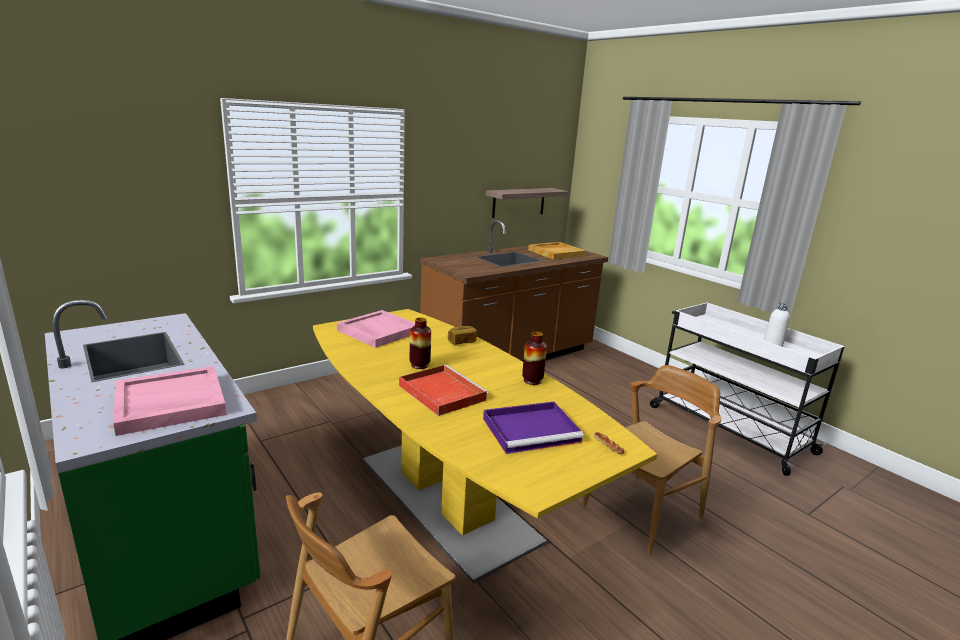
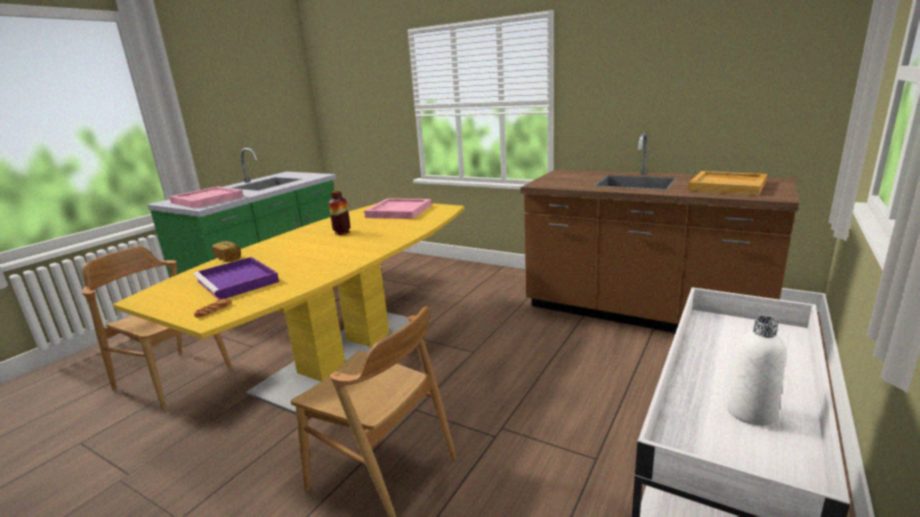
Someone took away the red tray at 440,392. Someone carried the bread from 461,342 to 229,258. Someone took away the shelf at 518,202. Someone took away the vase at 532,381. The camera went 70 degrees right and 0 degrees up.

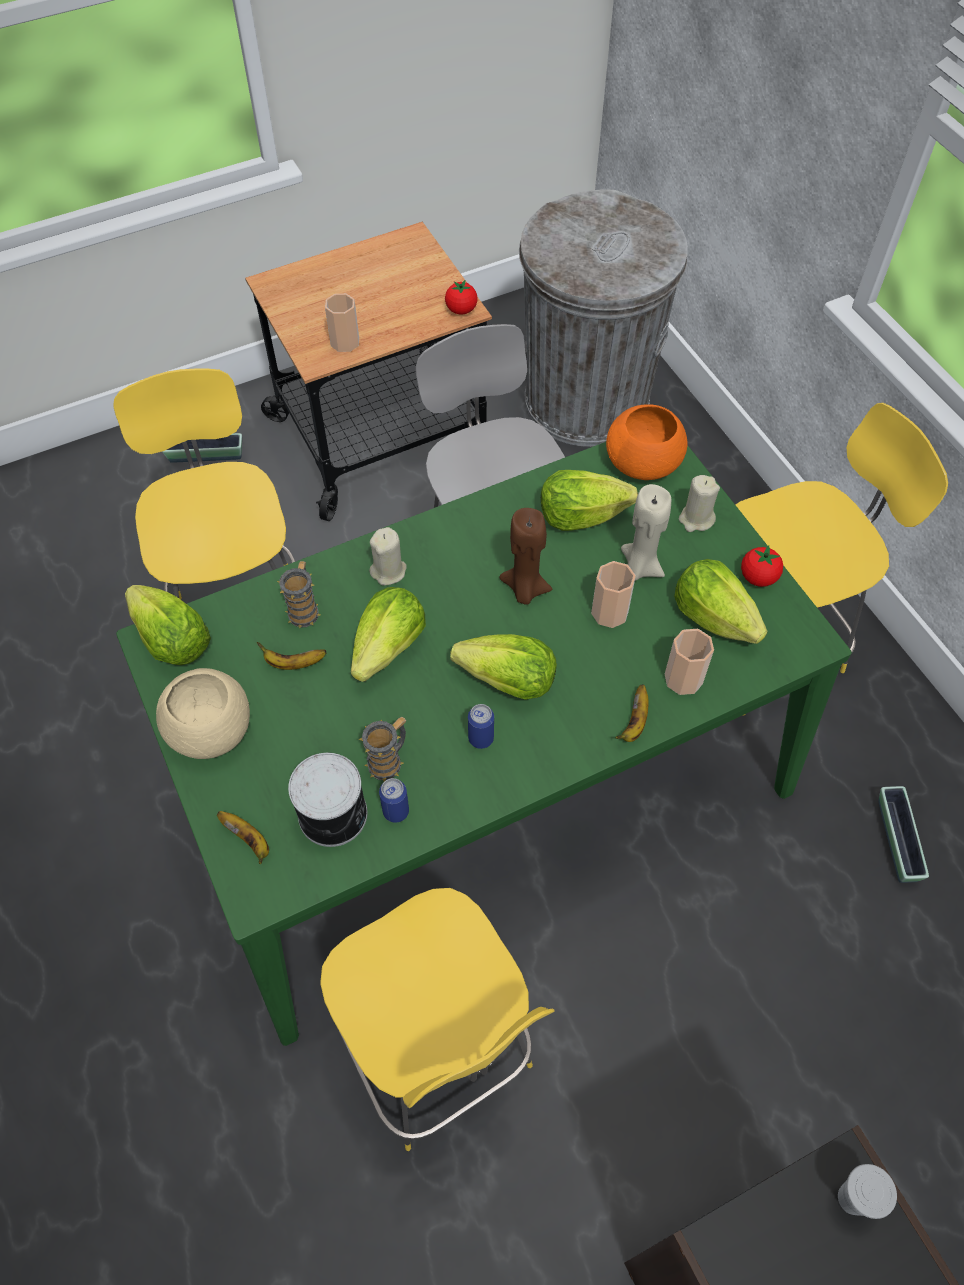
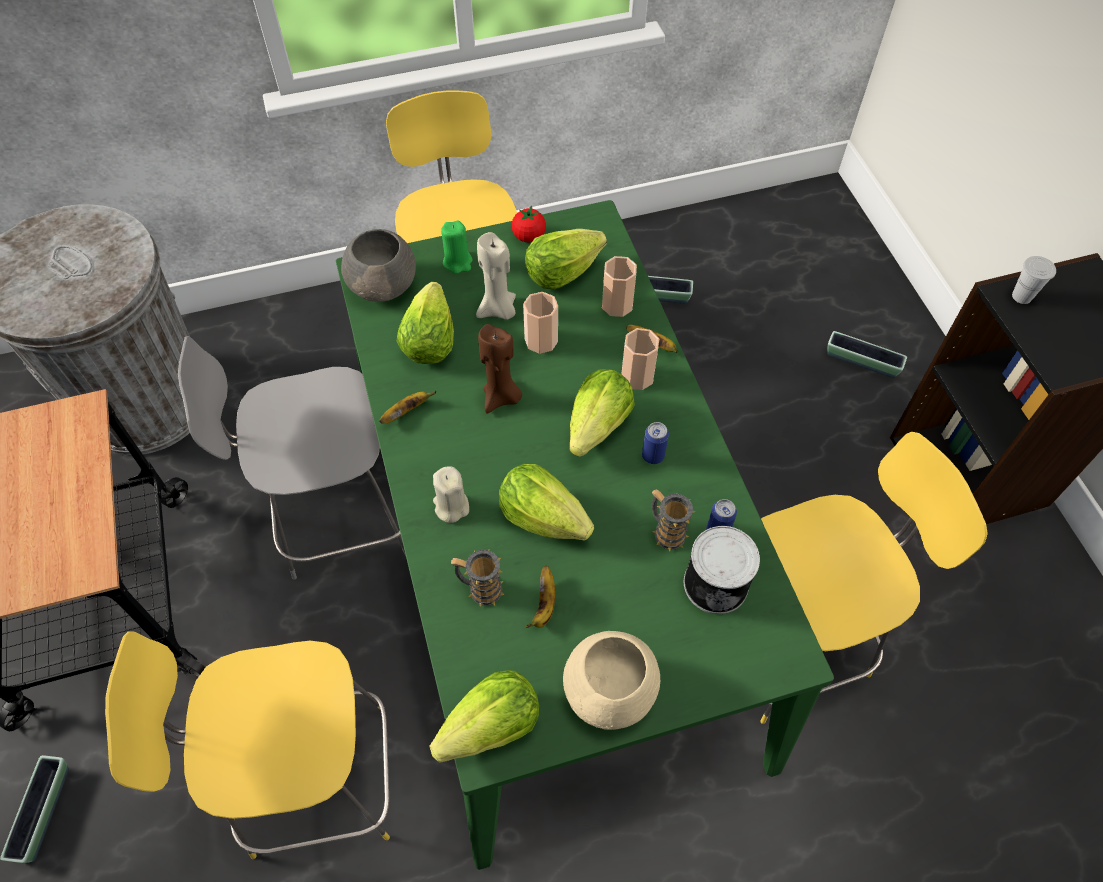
Someone carried the banana from 249,840 to 406,412. Someone carried the cup from 345,342 to 637,376. Someone took away the tomato at 461,309. Someone repainted the orange bowl at 644,463, which became the grey bowl at 384,284. Someone repainted the beige candle at 696,519, which became the green candle at 458,262. Someone put down the planter at 862,361. The camera went 80 degrees left and 0 degrees up.

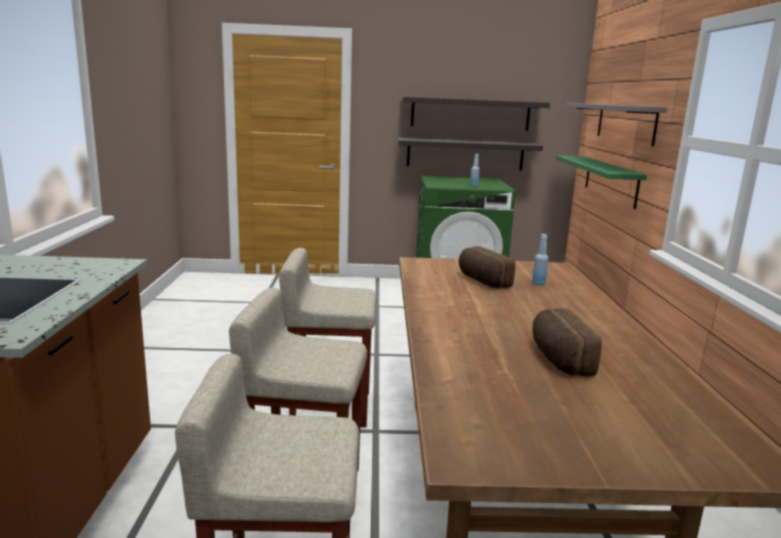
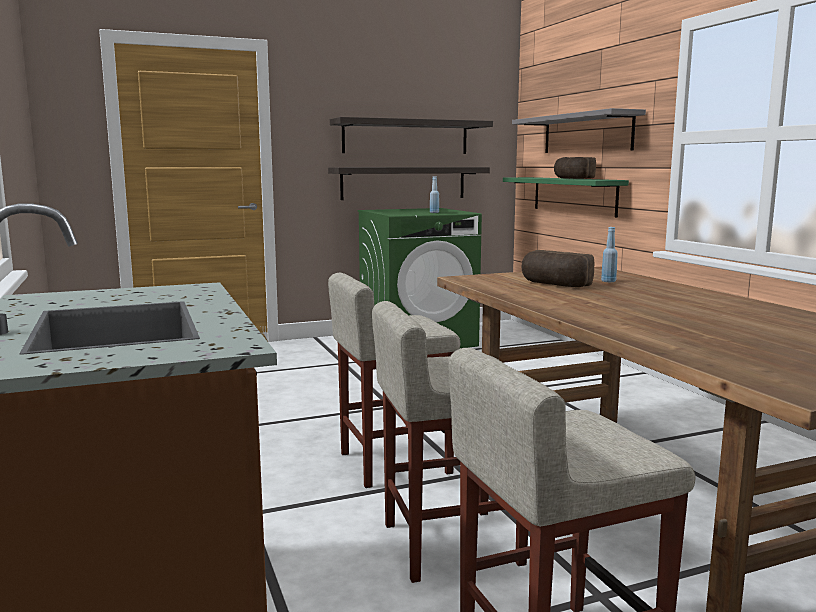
Someone carried the bread from 558,359 to 572,178. The camera went 20 degrees left and 5 degrees down.

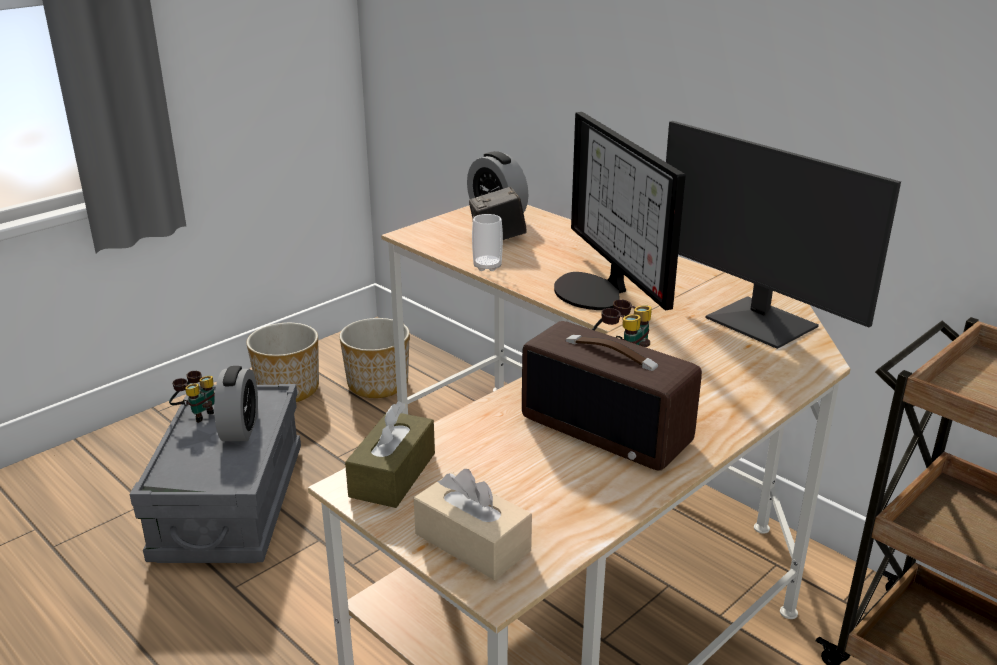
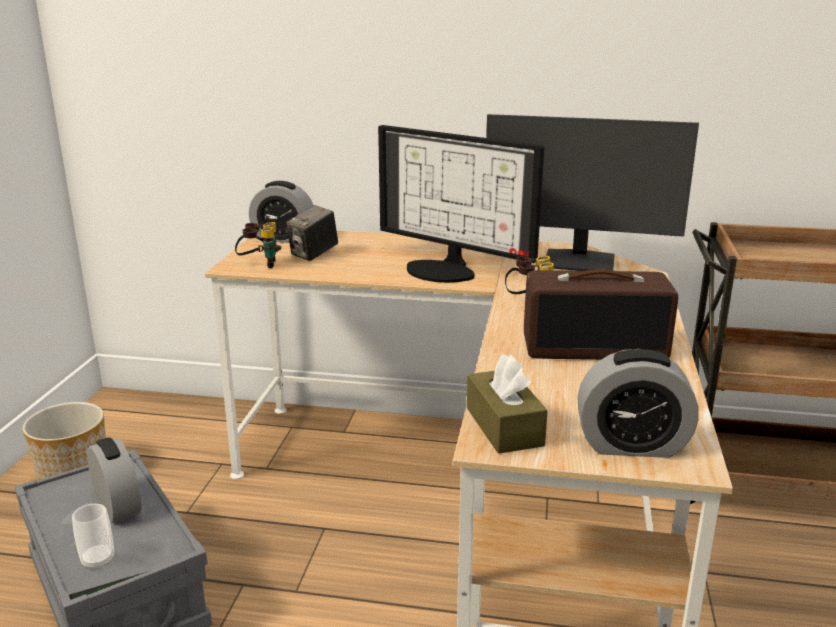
Someone carried the binoculars from 196,414 to 259,265. Someone took away the planter at 377,384. Someone swapped the beige tissue box at 472,542 for the alarm clock at 631,445. Someone carried the cup from 487,266 to 98,560. The camera went 35 degrees left and 5 degrees down.

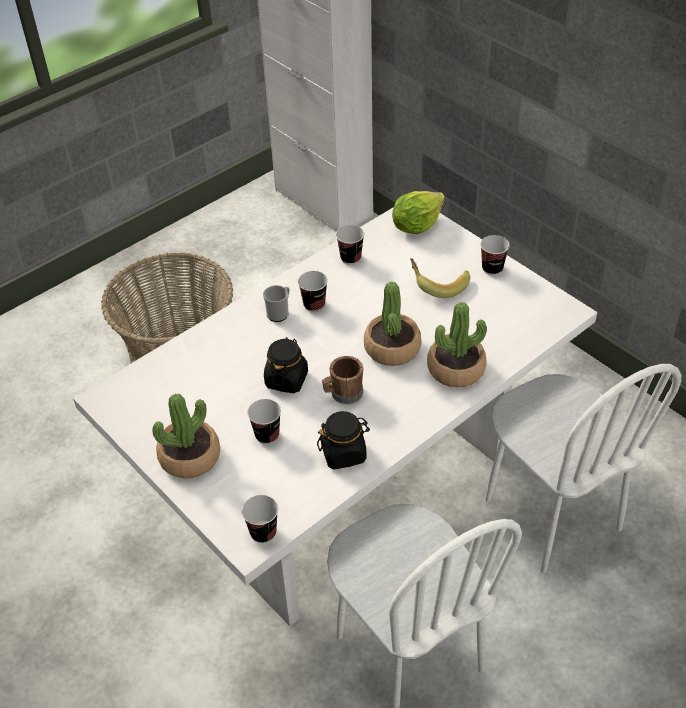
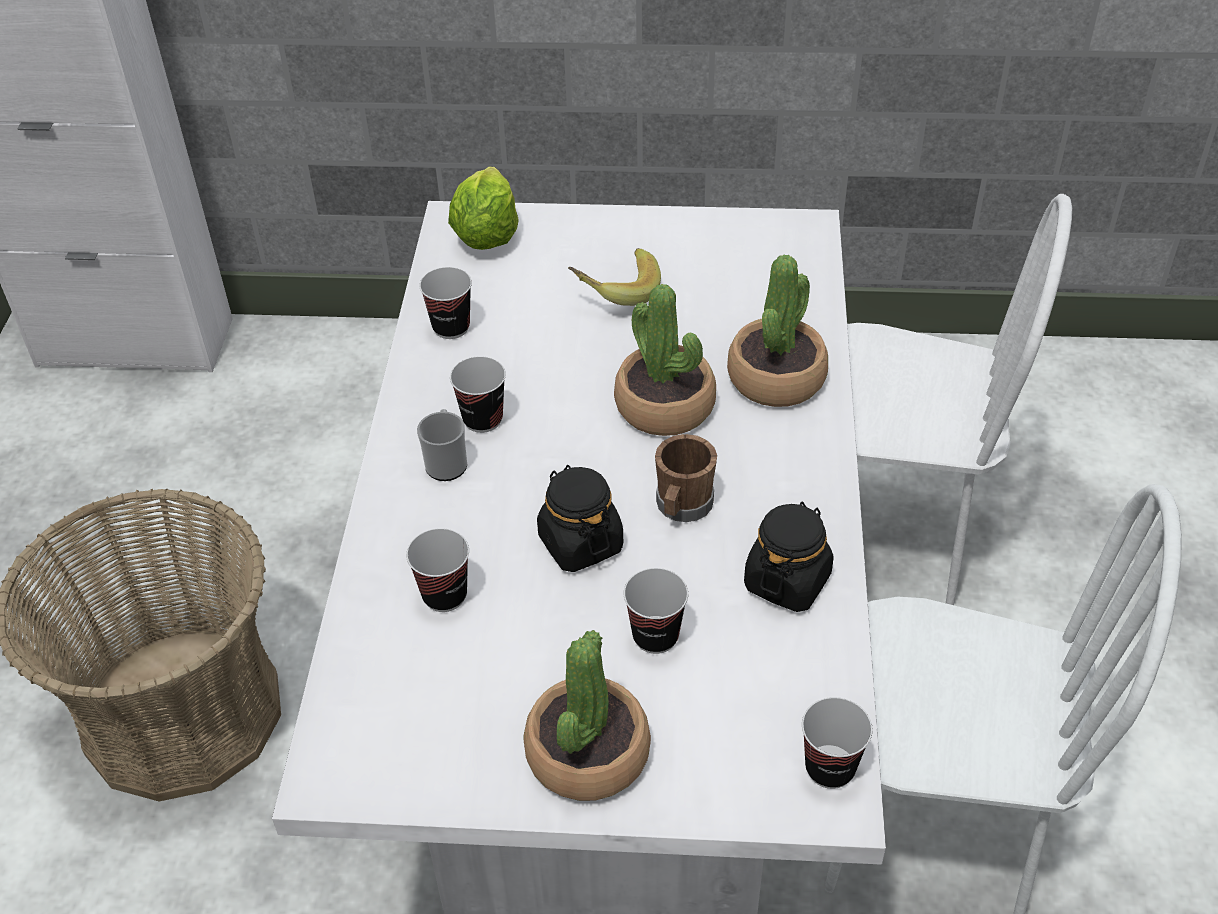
Someone carried the cup from 492,268 to 444,595. The camera went 45 degrees left and 0 degrees up.

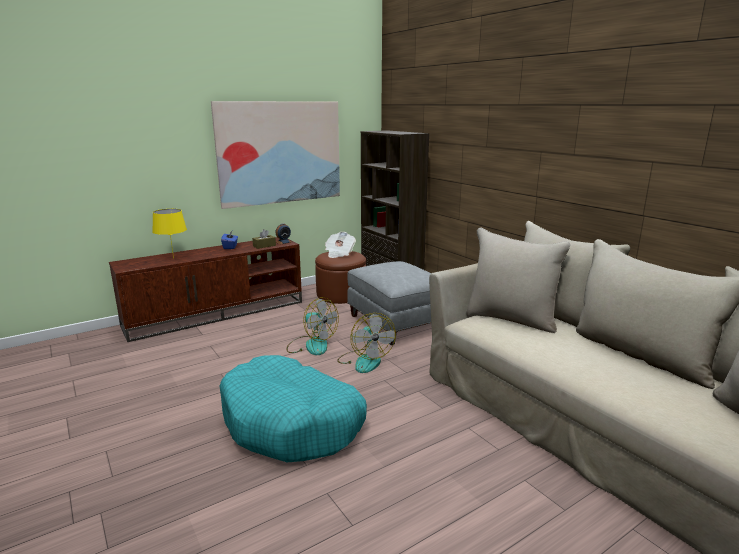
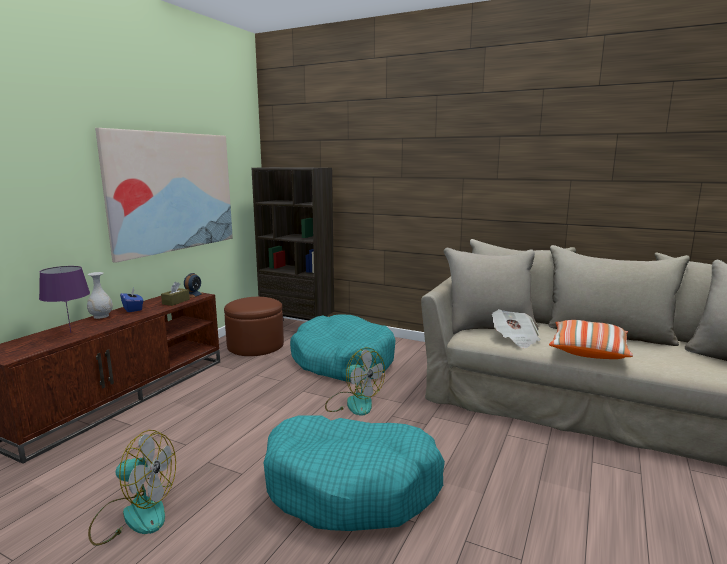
Someone repainted the yellow table lamp at 174,258, which became the purple table lamp at 71,333. Someone carried the fan from 311,345 to 134,515. Someone carried the newspaper from 339,253 to 515,339. Someone swapped the grey ottoman at 396,323 for the turquoise dog bed at 343,361. Someone put down the white vase at 101,316. Someone put down the pillow at 588,350. The camera went 30 degrees left and 5 degrees down.

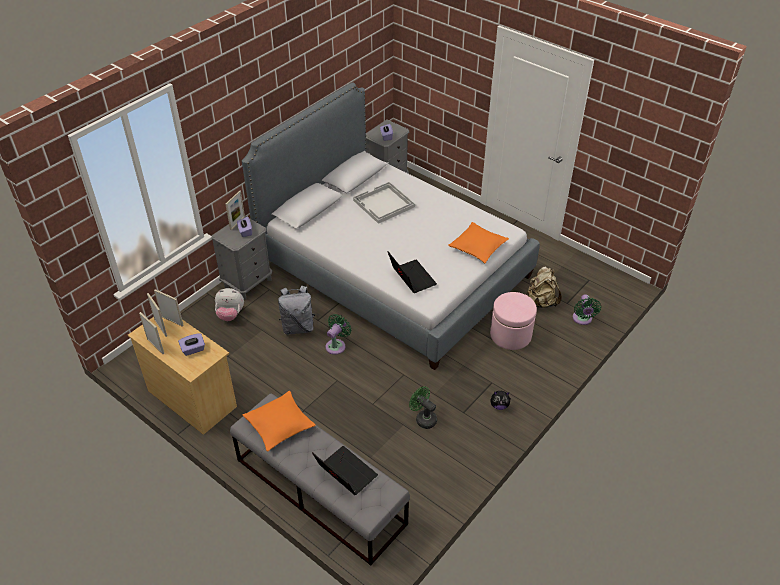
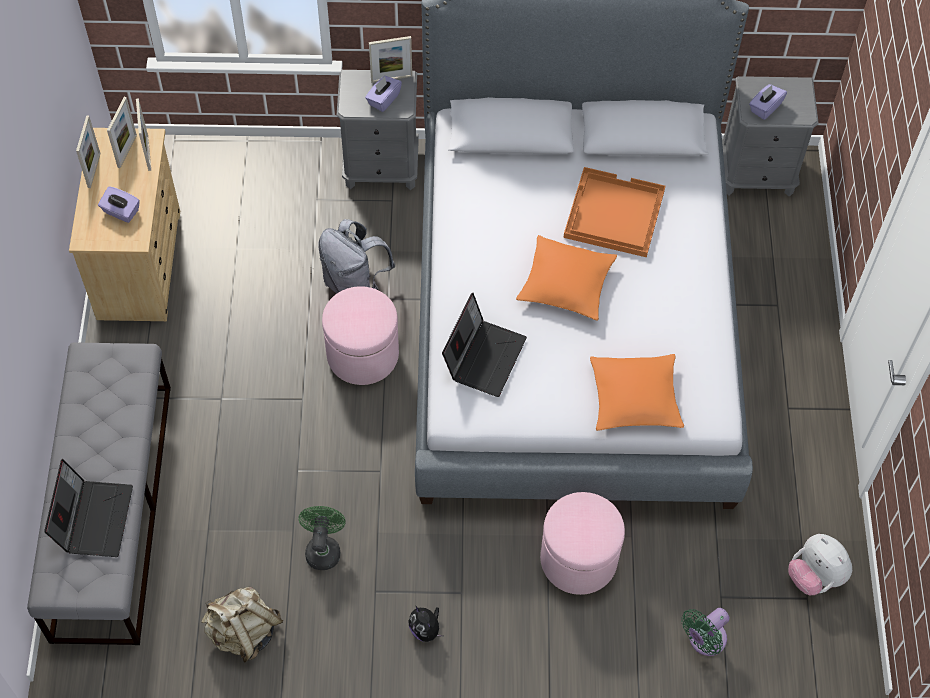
Someone carried the plush toy from 230,315 to 815,576. Someone carried the orange pillow from 279,425 to 566,284. Someone swapped the green fan at 337,345 for the pink ottoman at 362,354. Someone repainted the white tray at 383,204, which became the orange tray at 613,214. Someone carried the beige backpack from 541,302 to 244,632. The camera went 50 degrees right and 15 degrees up.

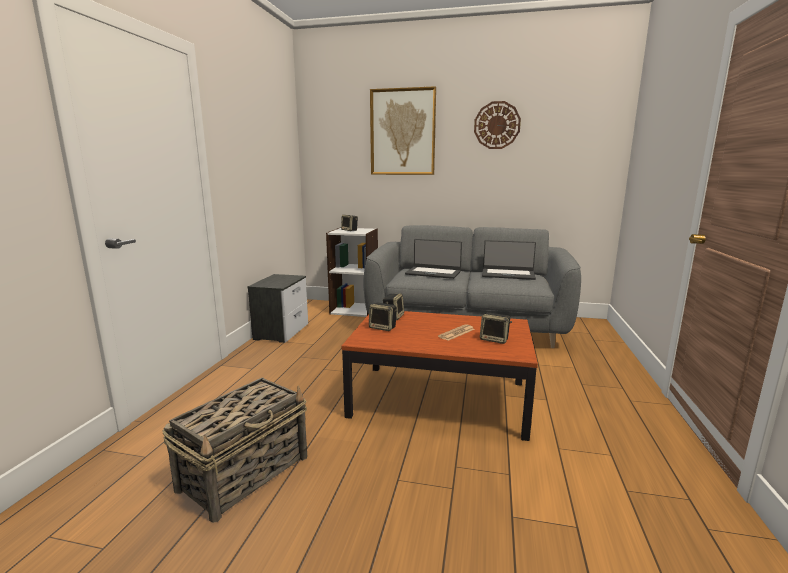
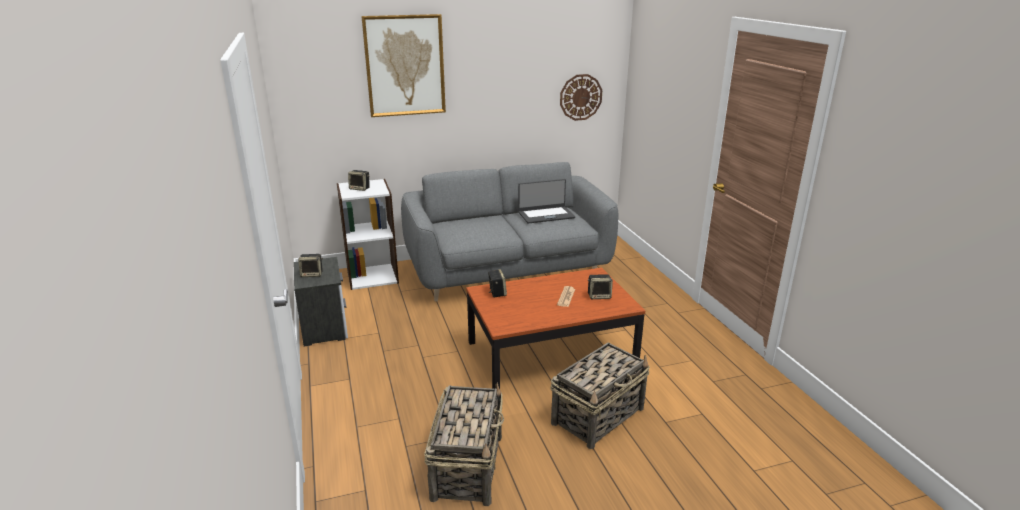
Someone carried the speaker from 383,327 to 312,274. Someone took away the laptop at 433,273. Someone carried the wall clock from 497,125 to 580,97. Someone put down the basket at 598,415. The camera went 30 degrees left and 10 degrees up.

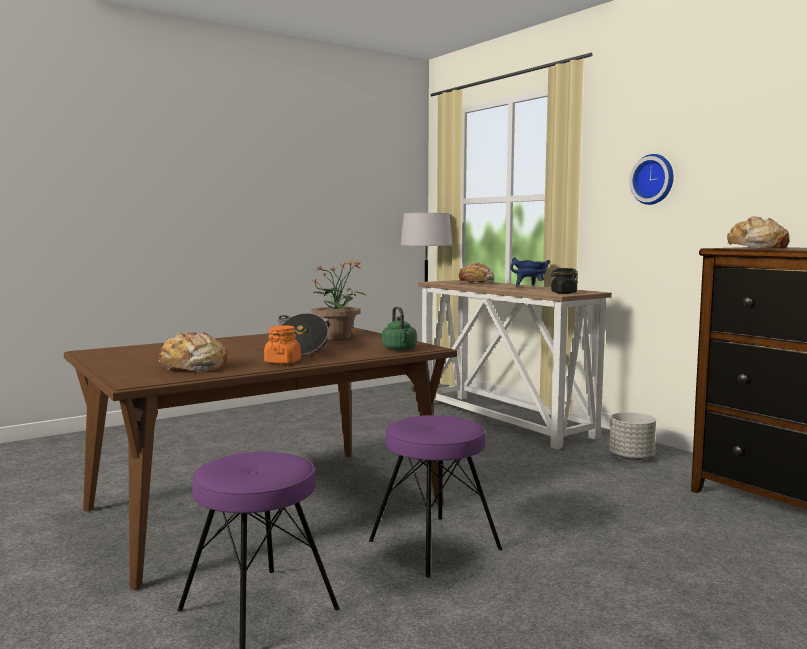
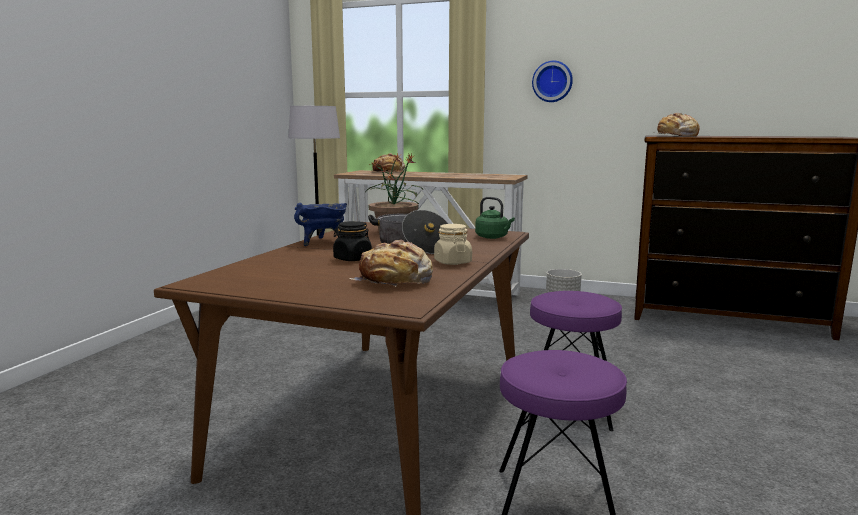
Someone repainted the orange jar at 282,362, which became the beige jar at 452,262. Someone carried the blue cooking pot from 530,286 to 323,242. Someone carried the black jar from 563,293 to 352,259. The camera went 35 degrees left and 5 degrees up.

